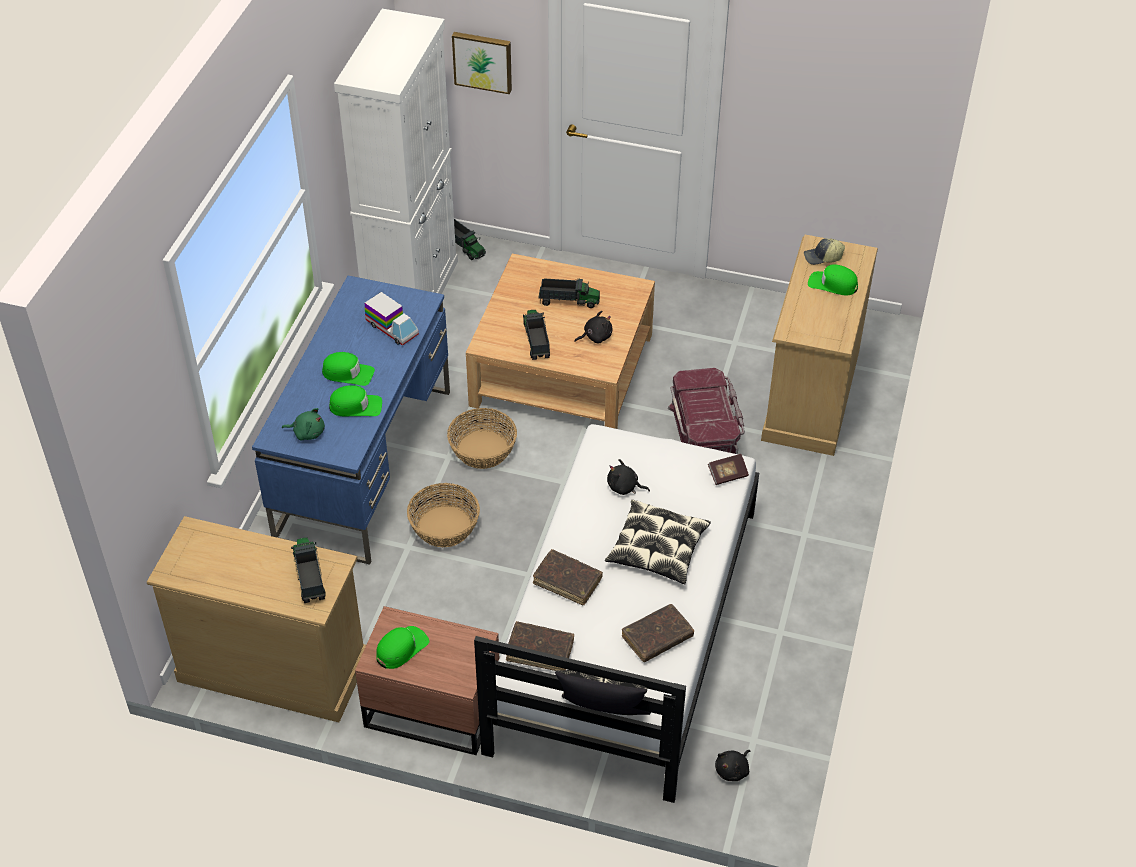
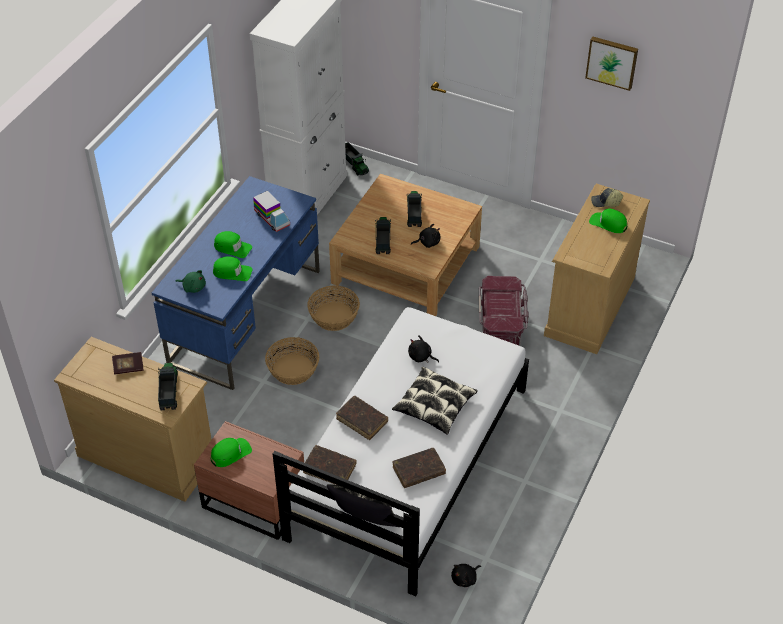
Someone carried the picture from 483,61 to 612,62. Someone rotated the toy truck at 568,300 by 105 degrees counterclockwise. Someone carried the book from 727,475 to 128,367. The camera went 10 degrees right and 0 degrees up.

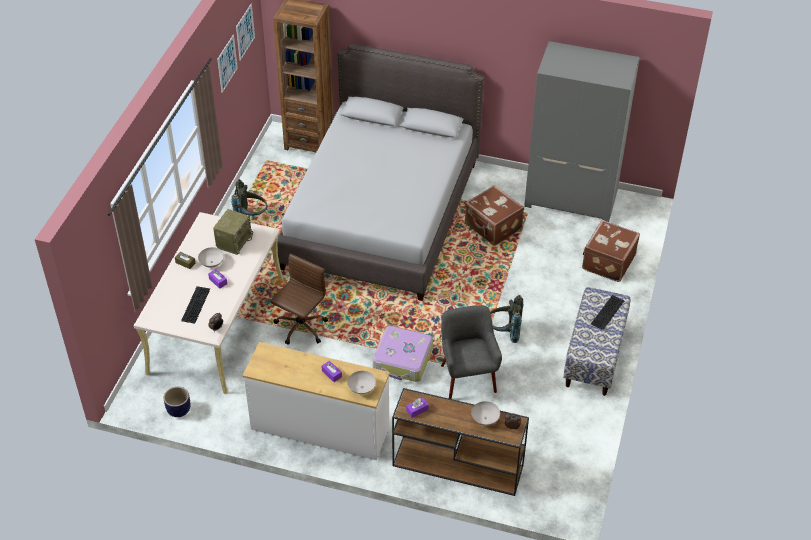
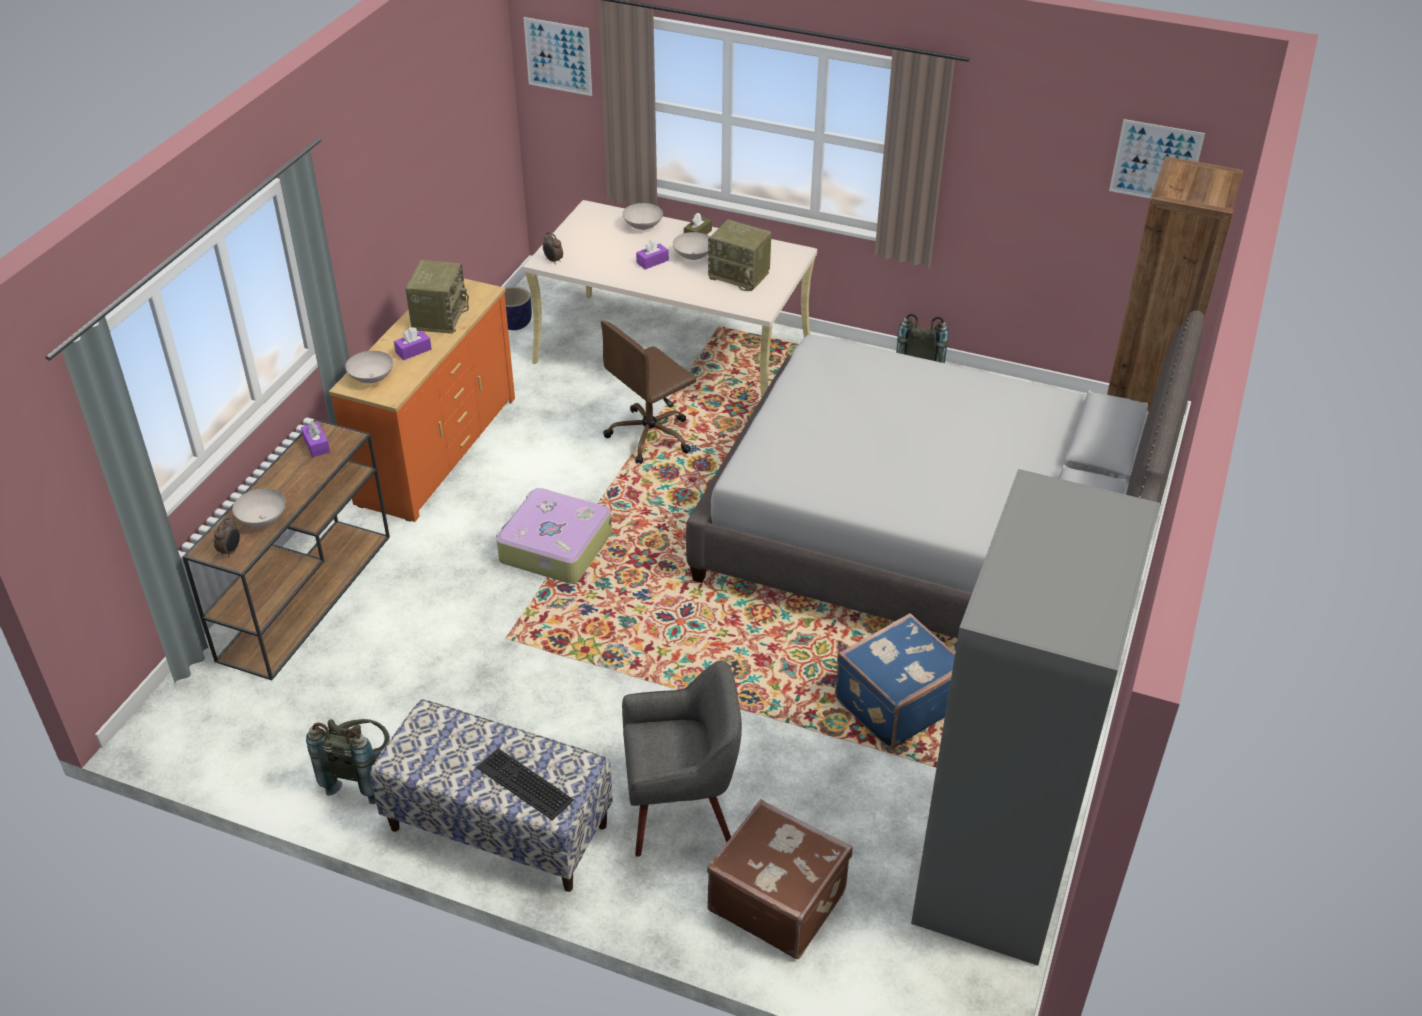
Someone took away the keyboard at 195,304. Someone carried the picture from 227,63 to 558,56. Someone repainted the white dresser at 320,429, which became the orange dresser at 436,450. Someone rotated the brown office chair at 300,328 by 105 degrees clockwise. Someone carried the grey armchair from 467,378 to 681,810. Someone repainted the brown suitcase at 492,227, which became the blue suitcase at 895,703. Someone carried the grey backpack from 504,332 to 360,775. Someone put down the radio at 439,317. Someone put down the white bowl at 643,226. The camera went 95 degrees right and 5 degrees down.

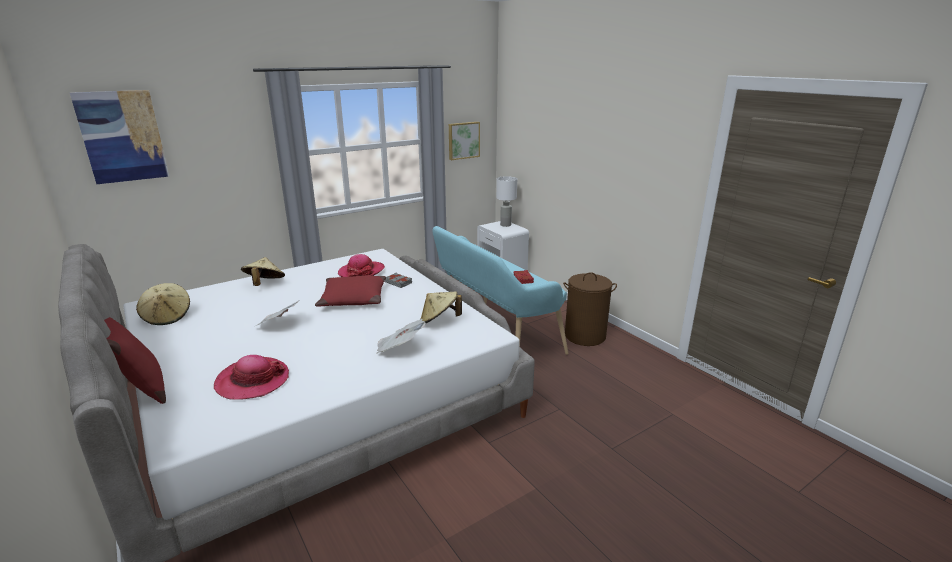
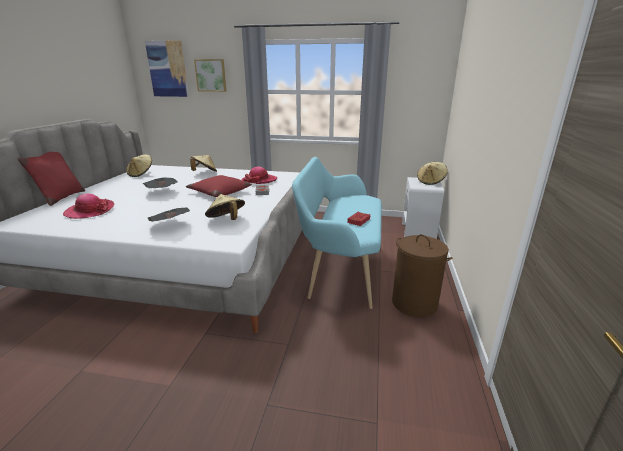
Someone carried the picture from 463,140 to 211,75. Someone swapped the white table lamp at 506,225 for the beige hat at 431,182. The camera went 45 degrees right and 0 degrees up.

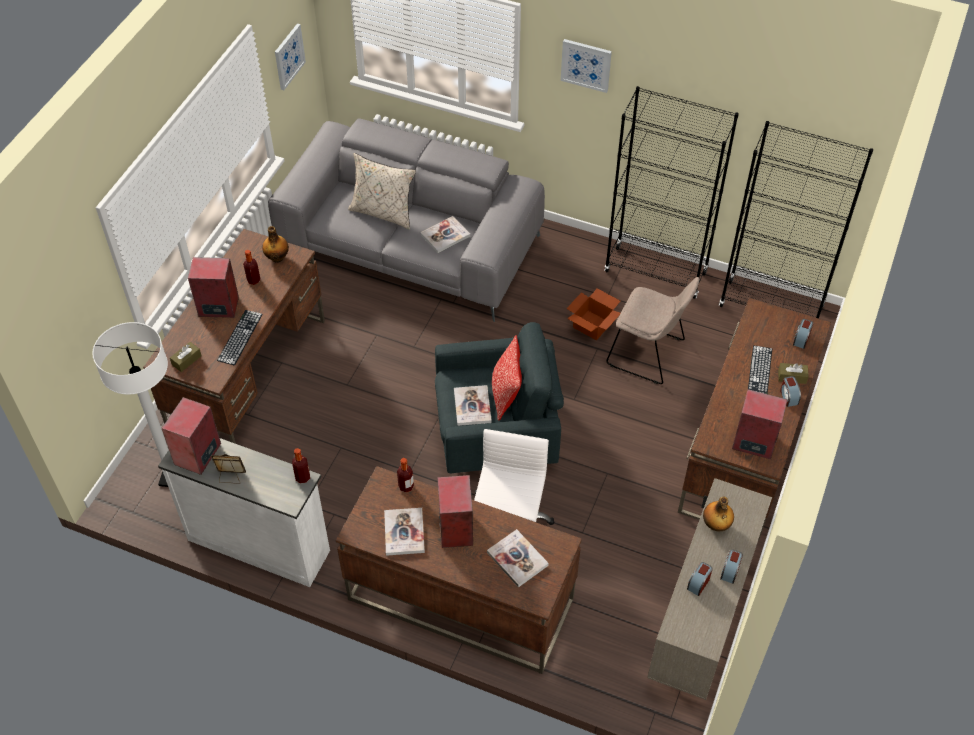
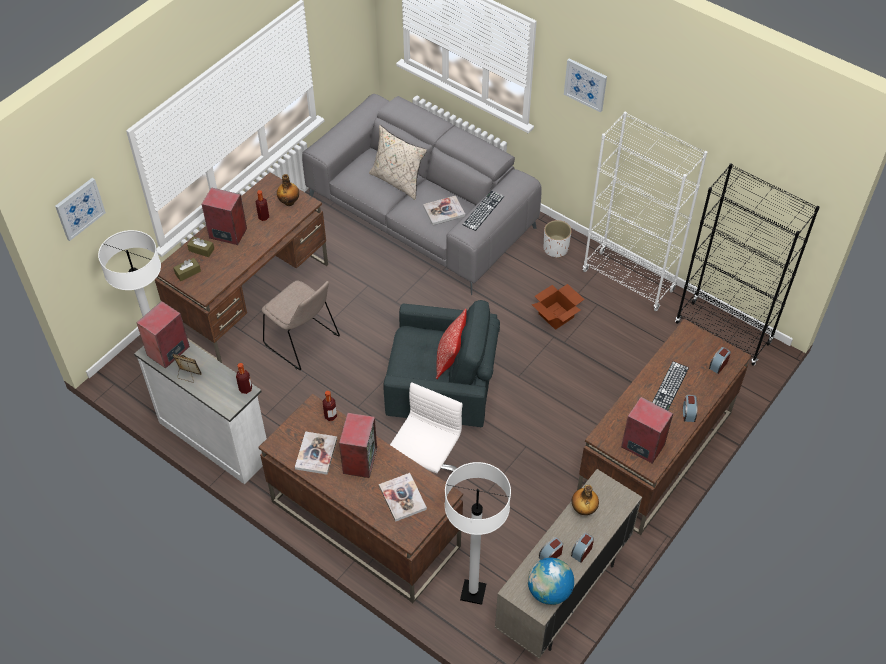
Someone carried the keyboard from 240,337 to 483,210. Someone carried the picture from 289,56 to 79,208. Someone took away the book at 472,406. Someone repainted the black bookcase at 656,272, which became the white bookcase at 628,281. Someone carried the beige chair from 648,354 to 303,342. Someone carried the brown tissue box from 792,376 to 201,250. Someone put down the white floor lamp at 473,592. Someone put down the globe at 549,591. Someone put down the white planter at 556,249. The camera went 15 degrees right and 0 degrees up.

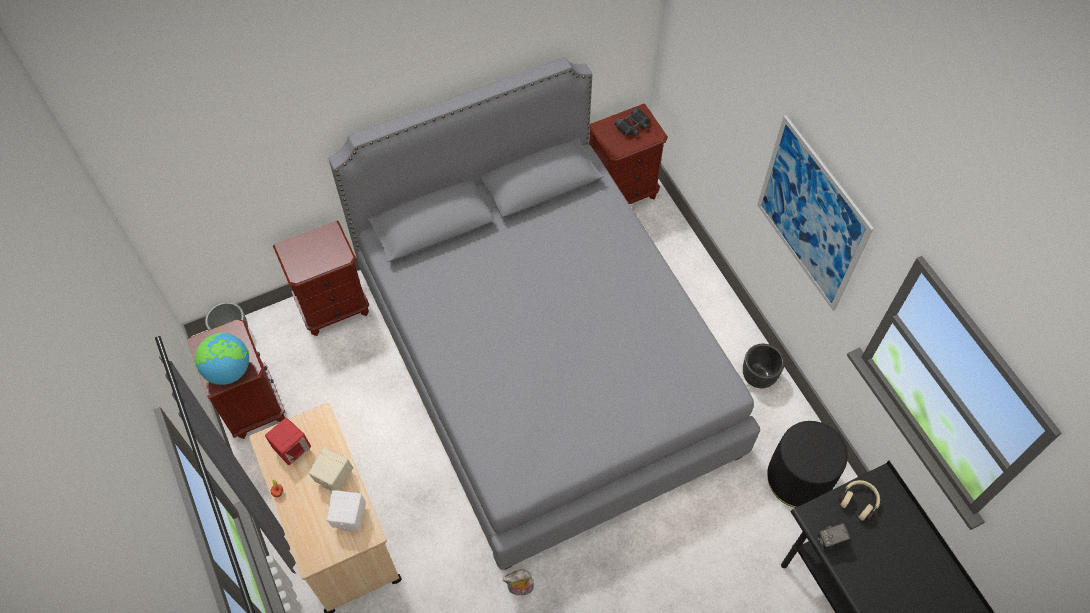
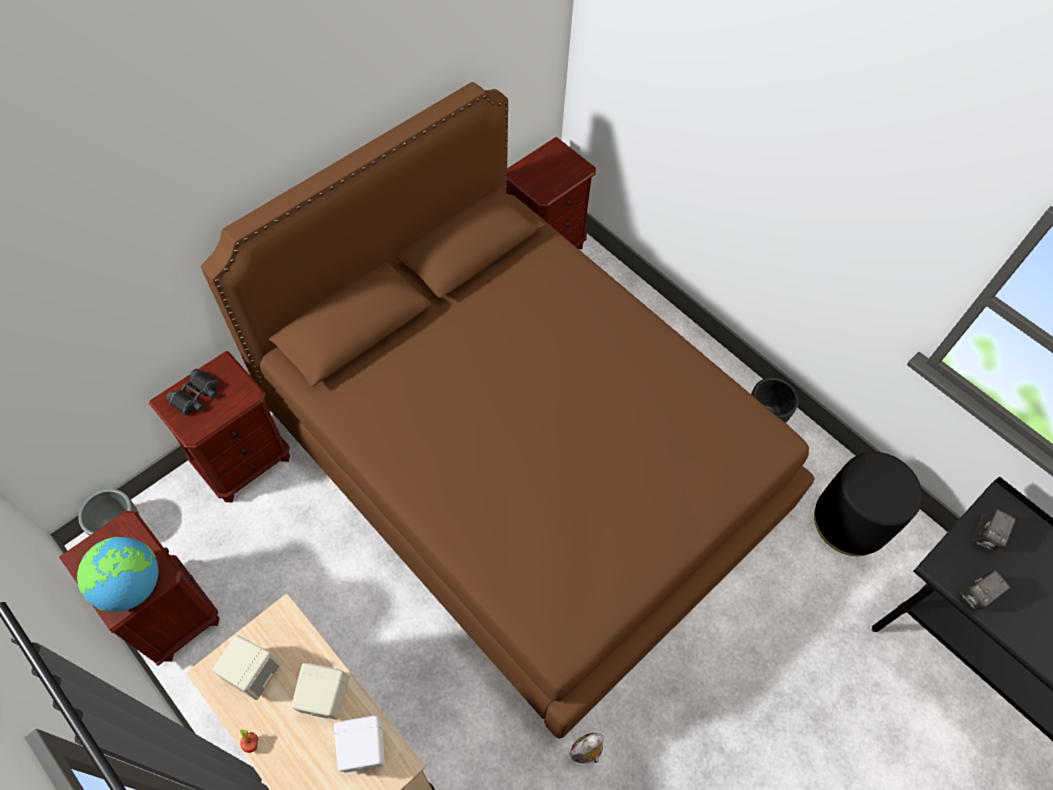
Someone repainted the red speaker at 292,449, which became the beige speaker at 254,673. Someone repainted the grey bed at 544,362, which became the brown bed at 521,462. Someone carried the black binoculars from 633,126 to 196,396. Someone took away the picture at 811,215. Someone swapped the beige headphones at 859,501 for the photo camera at 985,536. The camera went 20 degrees left and 0 degrees up.

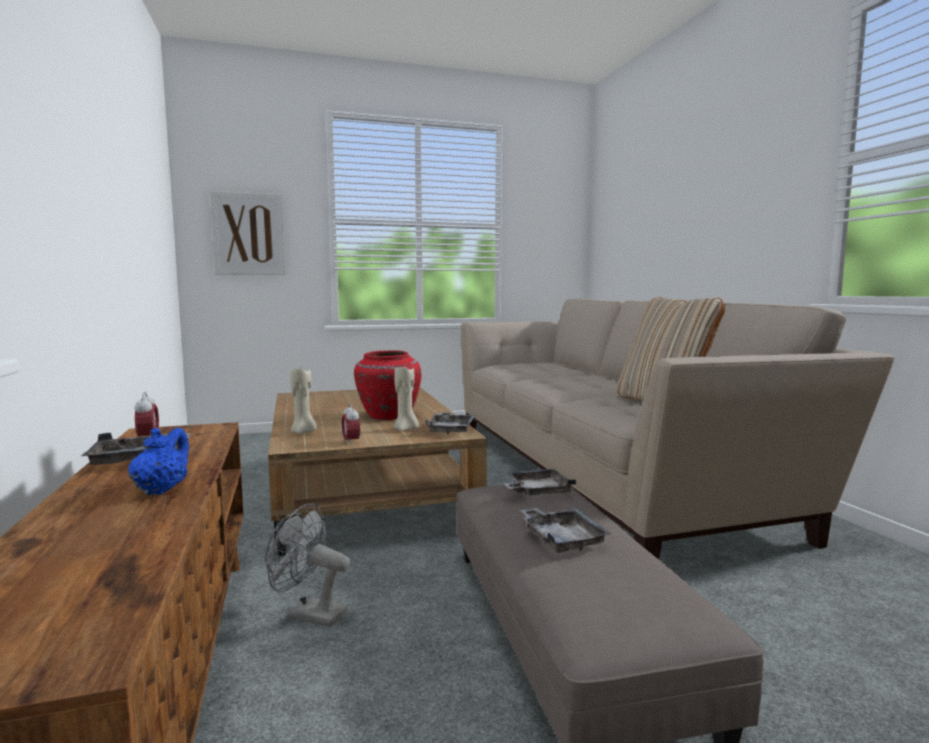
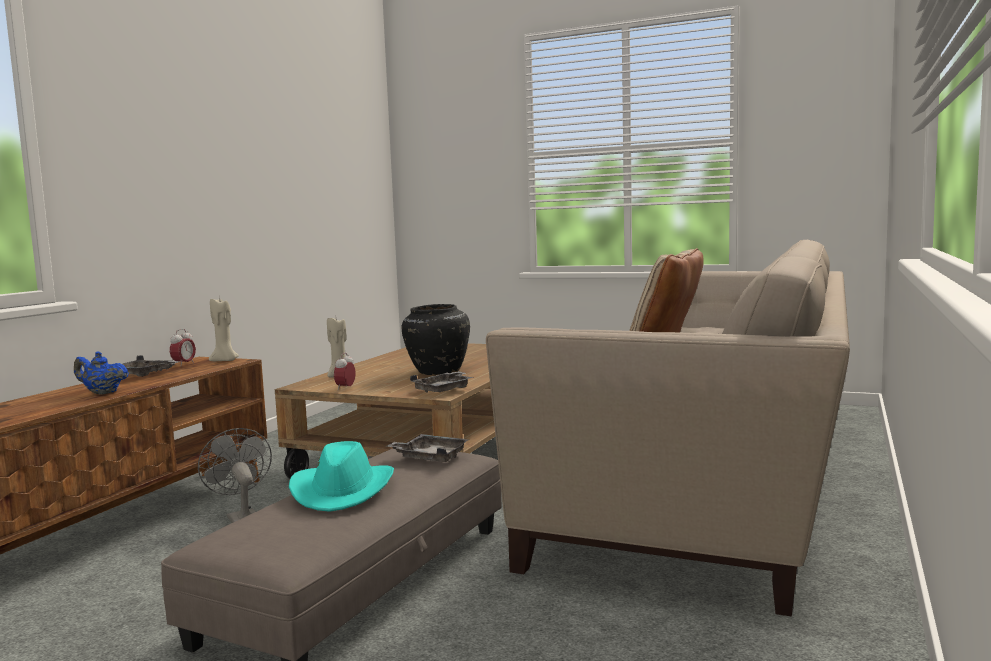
Someone rotated the blue teapot at 162,490 by 120 degrees counterclockwise. Someone took away the picture at 248,234. Someone repainted the red vase at 387,416, which became the black vase at 437,371. Someone carried the beige candle from 406,429 to 225,361. Someone swapped the grey tray at 562,539 for the turquoise hat at 343,491. The camera went 40 degrees right and 0 degrees up.

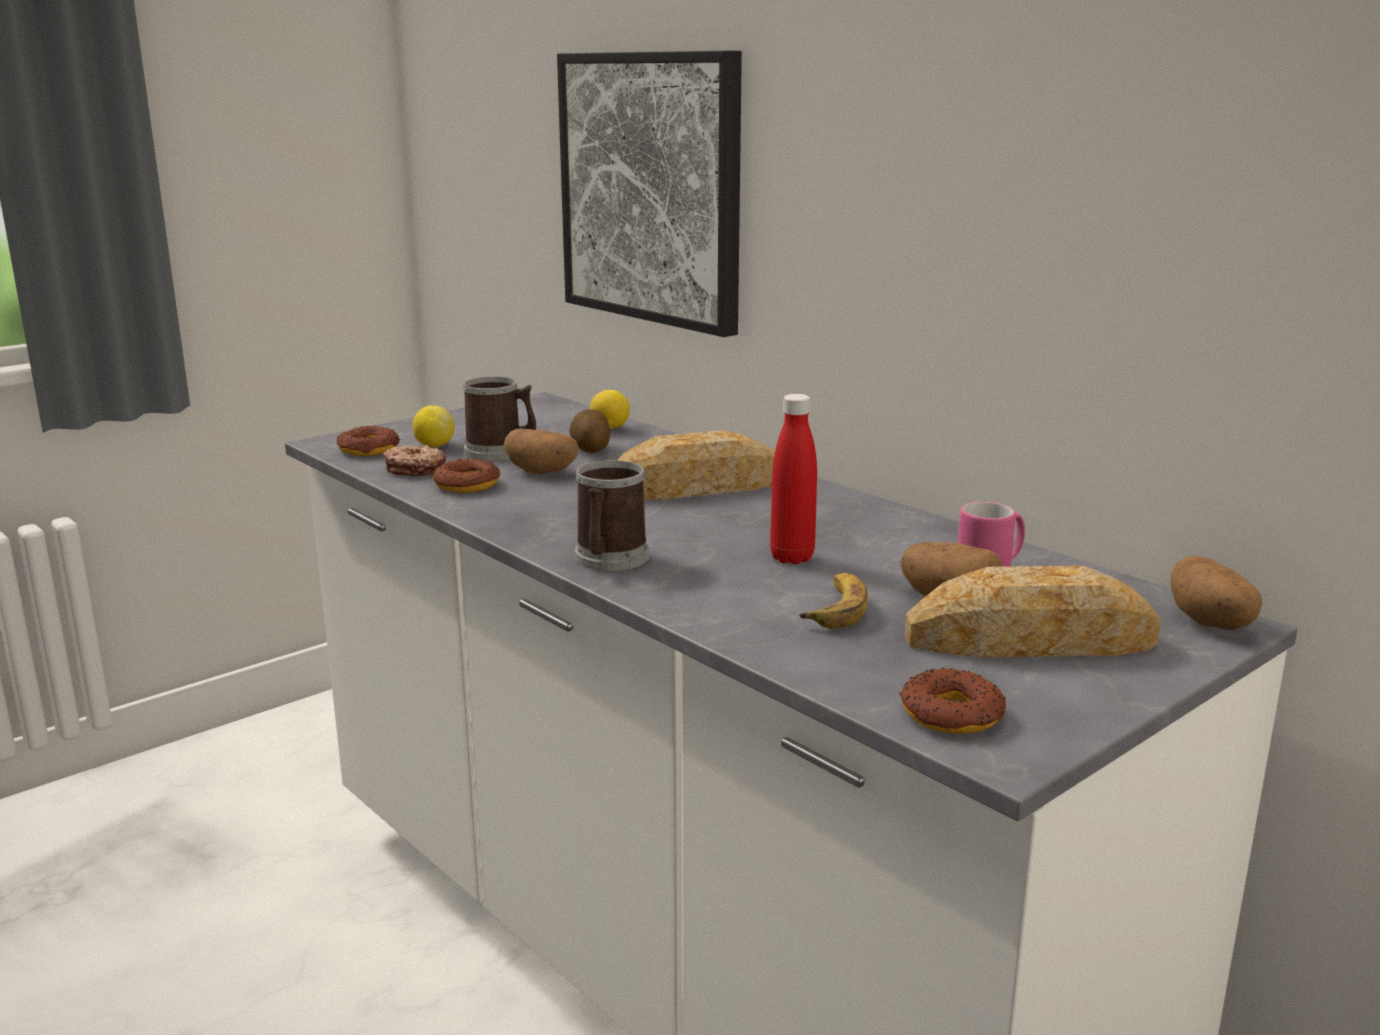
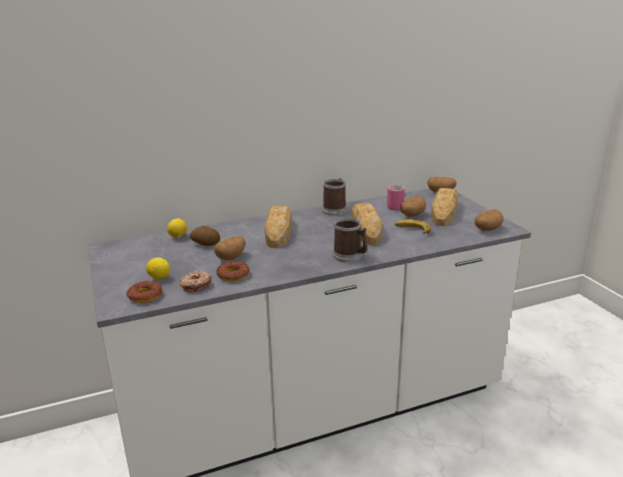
Someone carried the mug from 501,452 to 335,209. Someone took away the picture at 651,188. Someone swapped the red bottle at 792,557 for the bread at 366,228. Someone swapped the donut at 951,714 for the potato at 487,229. The camera went 70 degrees left and 5 degrees up.

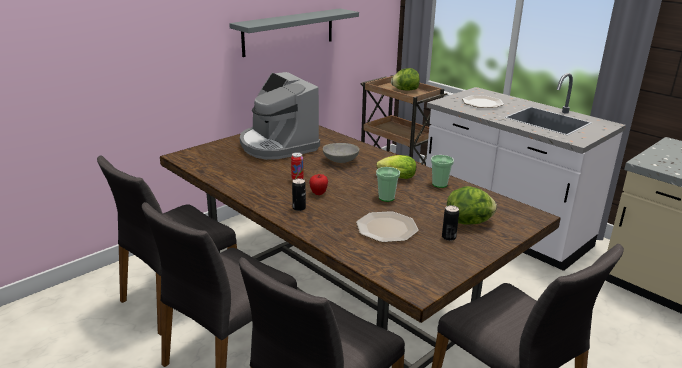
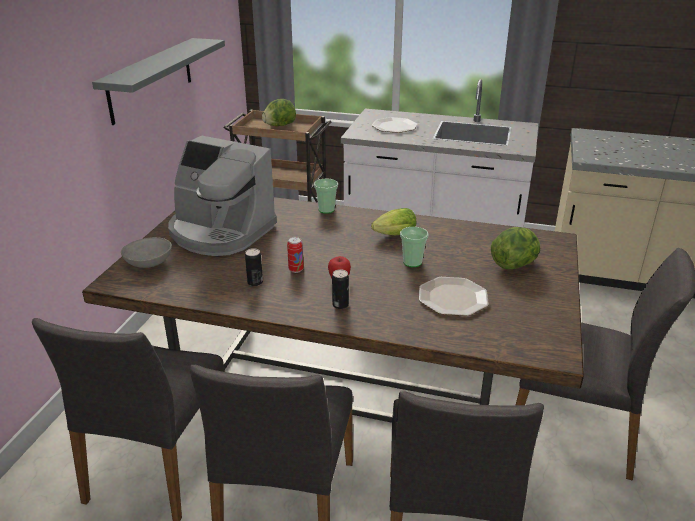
Someone carried the grey bowl from 340,161 to 149,263. Someone carried the cup from 439,184 to 326,210. Someone carried the can from 448,237 to 255,282. The camera went 30 degrees left and 5 degrees up.

